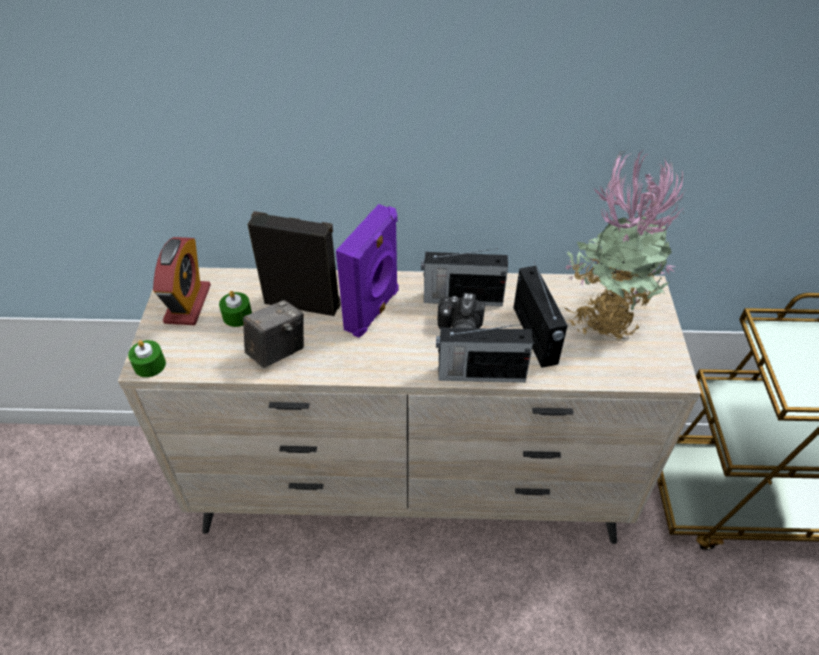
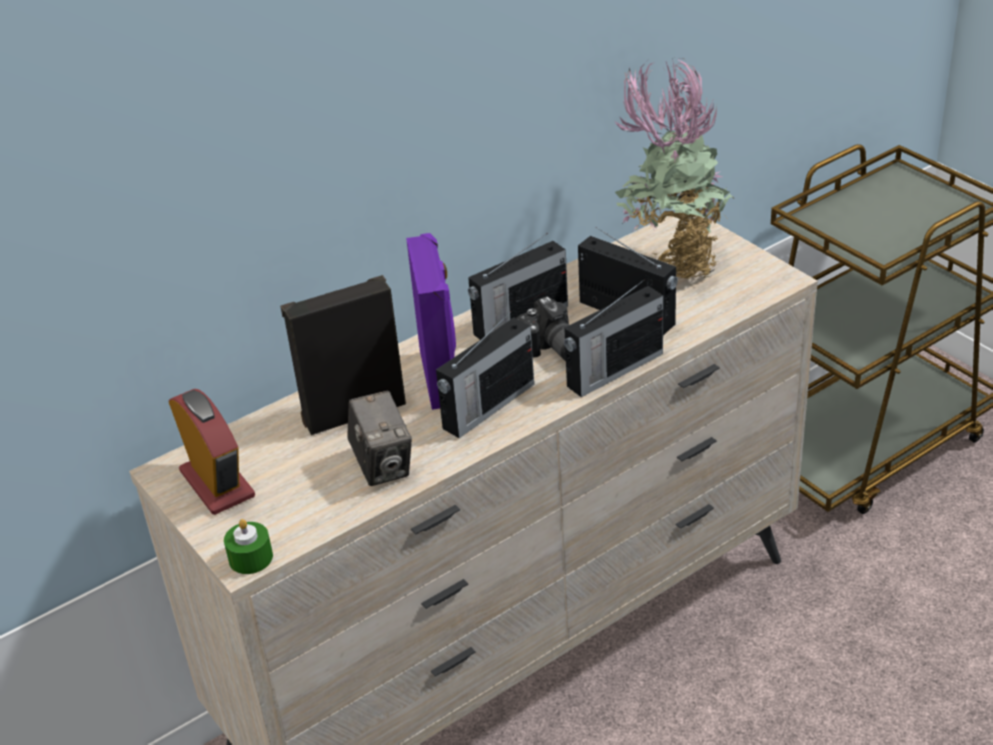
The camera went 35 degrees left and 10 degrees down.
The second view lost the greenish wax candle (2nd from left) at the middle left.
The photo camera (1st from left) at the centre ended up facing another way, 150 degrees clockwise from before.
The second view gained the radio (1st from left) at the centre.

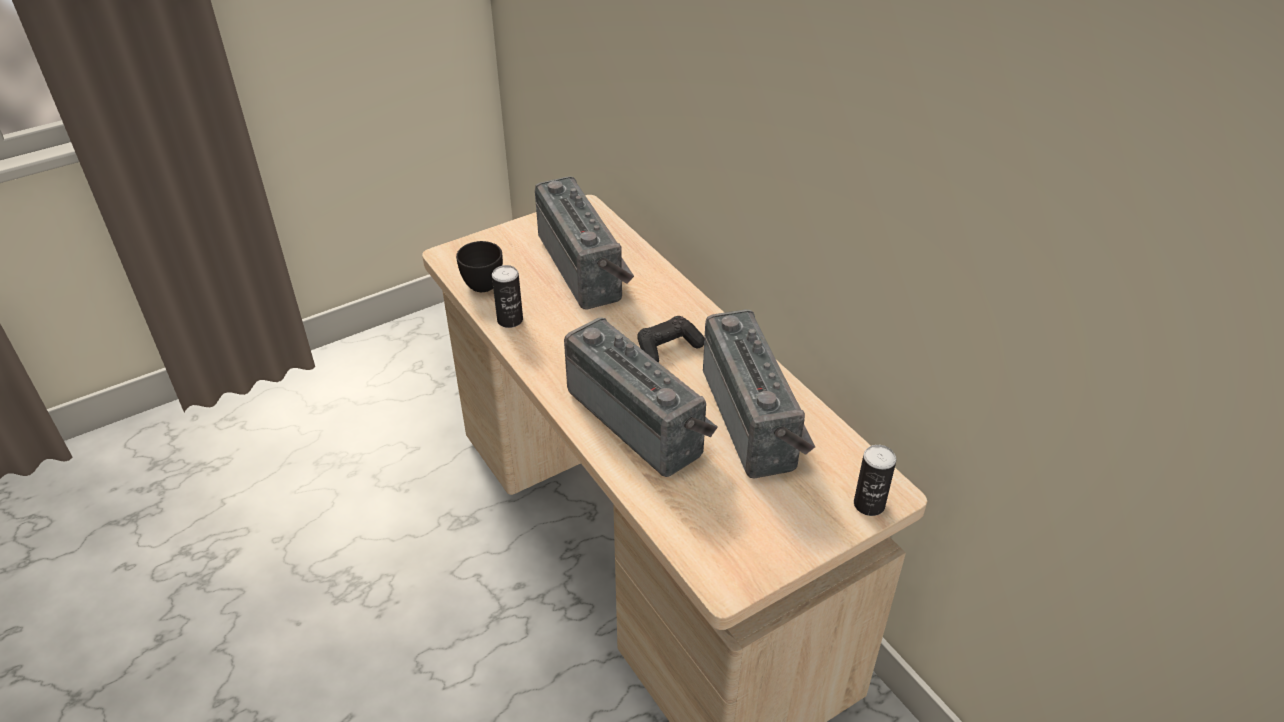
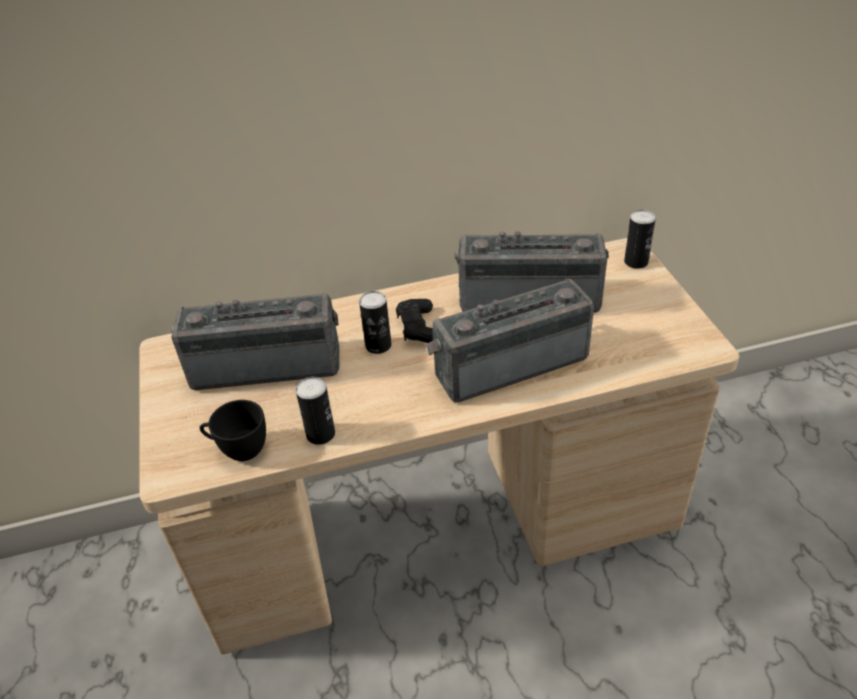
The camera went 70 degrees left and 0 degrees up.
The second view gained the sealed can (2nd from left) at the centre.

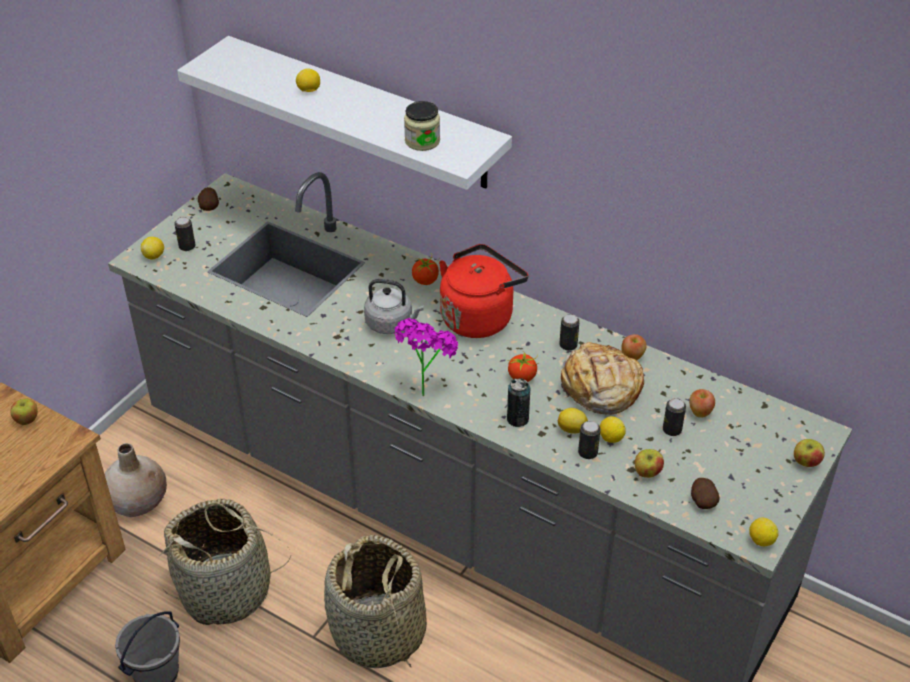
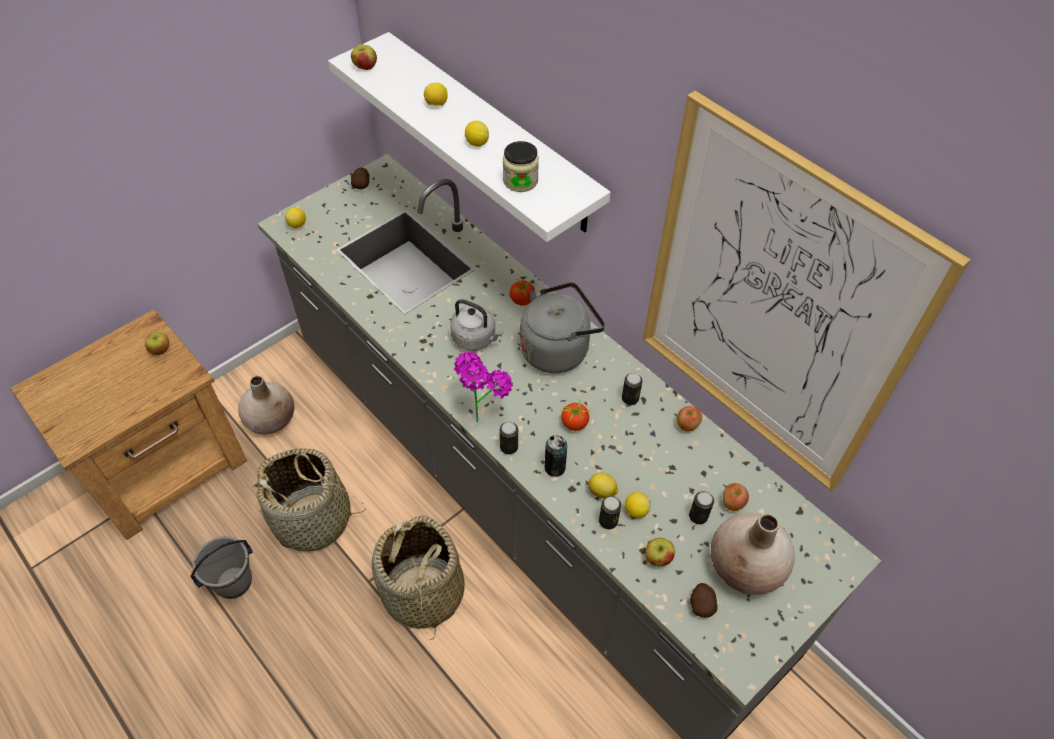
The camera went 15 degrees right and 10 degrees up.
The sealed can (1st from left) ended up elsewhere, having gone from the middle left to the centre.
What was the red water kettle at the centre turned into the greyish water kettle (2nd from left) at the centre.
The second view lost the bakery bread at the centre.
The apple fruit (5th from left in the first image) ended up elsewhere, having gone from the middle right to the top centre.
The citrus fruit (5th from left in the first image) ended up elsewhere, having gone from the bottom right to the top centre.
The second view gained the wall picture at the middle right.
The second view gained the sand-coloured vase (2nd from left) at the bottom right.

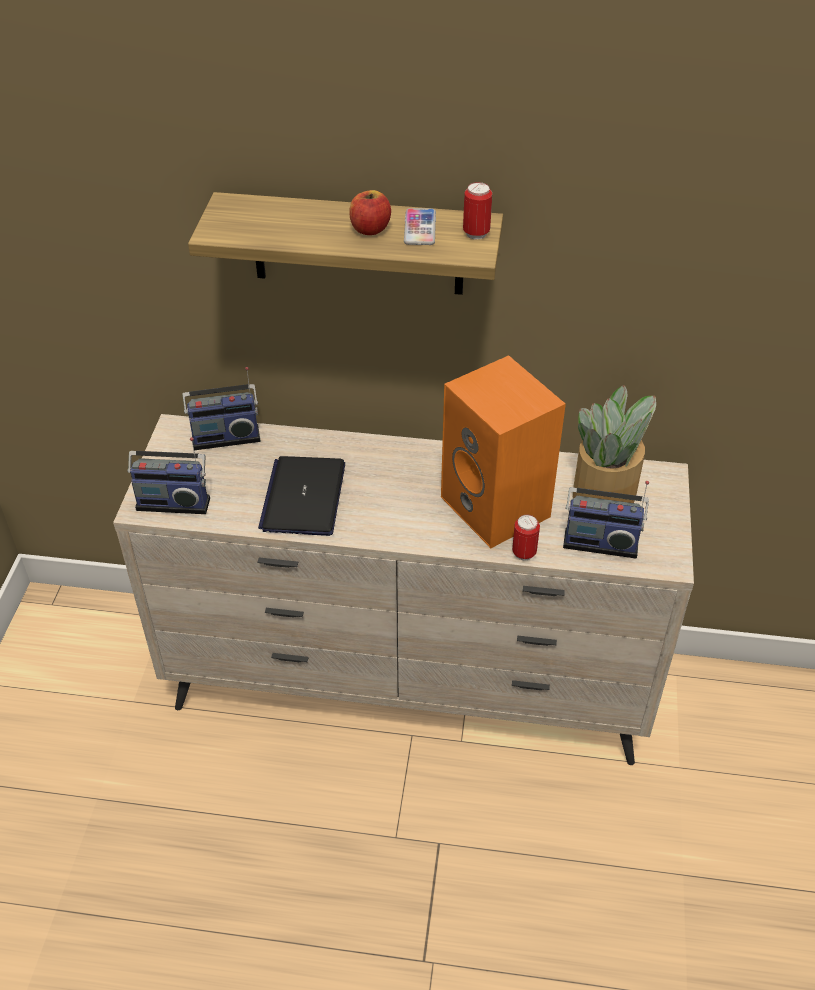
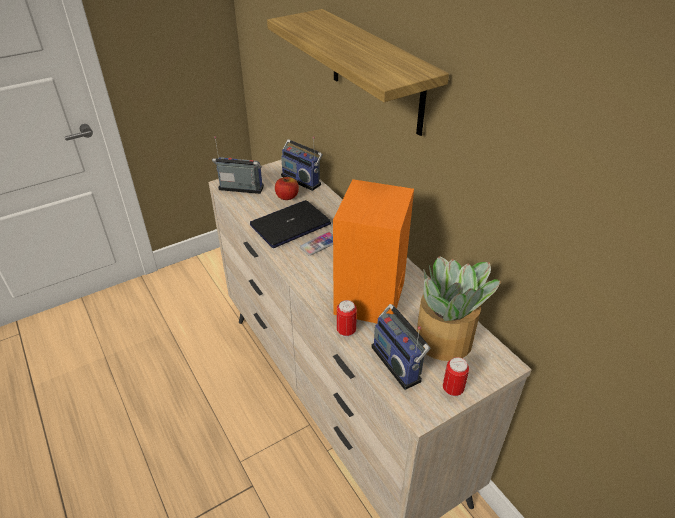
The camera went 50 degrees right and 5 degrees down.
The sealed can (1st from left in the first image) ended up elsewhere, having gone from the top centre to the bottom right.
The apple fruit ended up elsewhere, having gone from the top centre to the centre.
The telephone ended up elsewhere, having gone from the top centre to the centre.
The radio (1st from left) at the middle left ended up facing another way, 135 degrees clockwise from before.

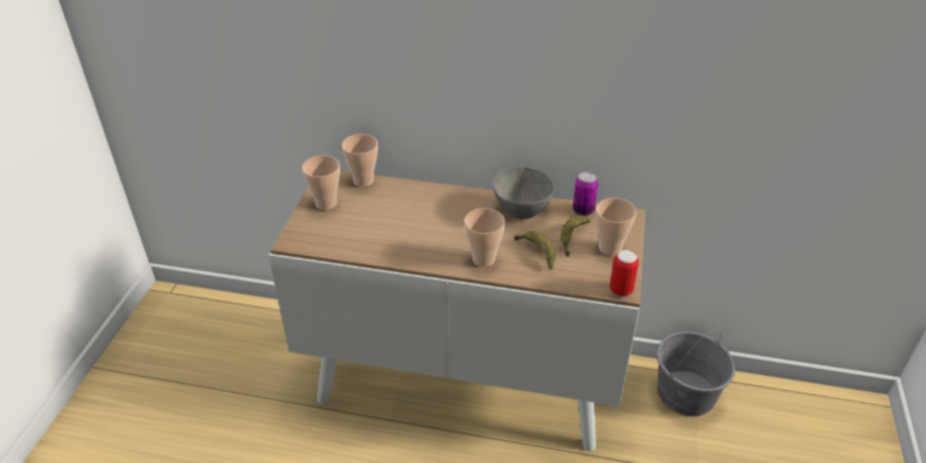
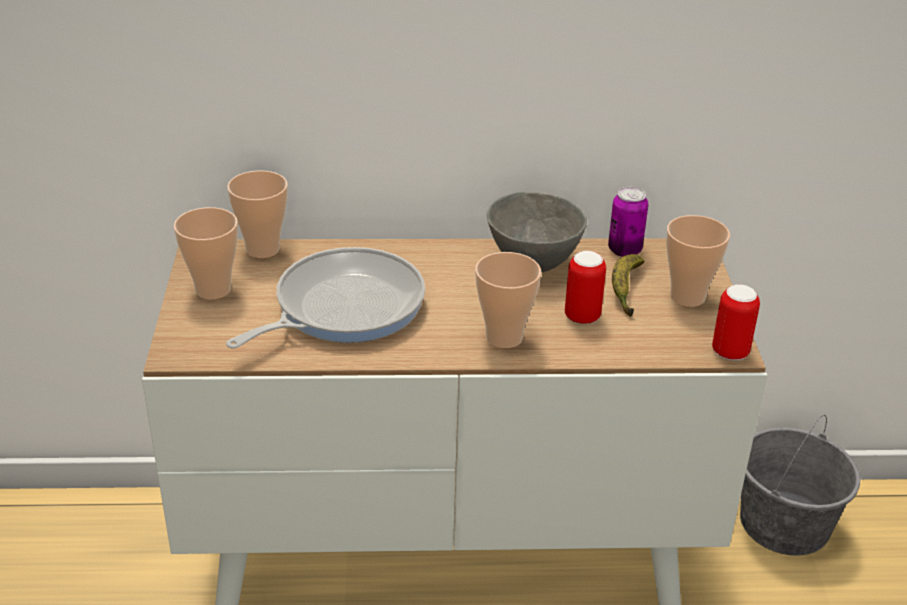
The camera went 15 degrees left and 5 degrees down.
Where the banana (1st from left) stood at the centre, the sealed can (1st from left) came to stand at the centre.
The second view gained the skillet at the centre.

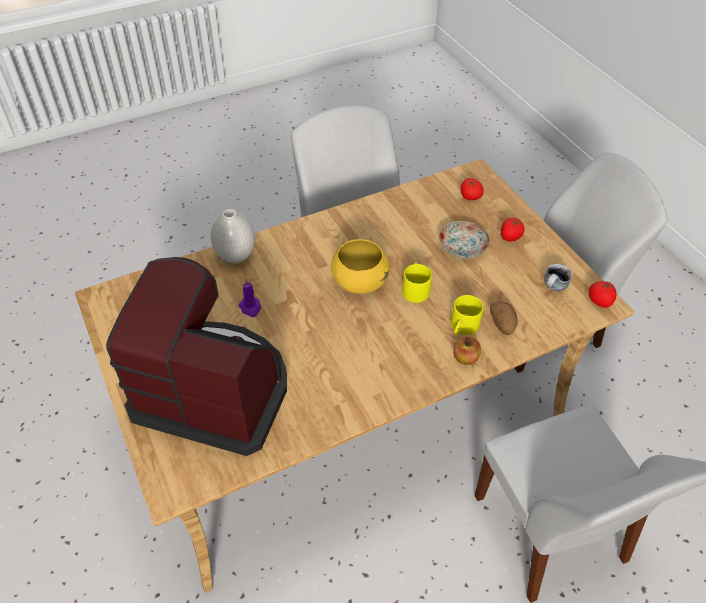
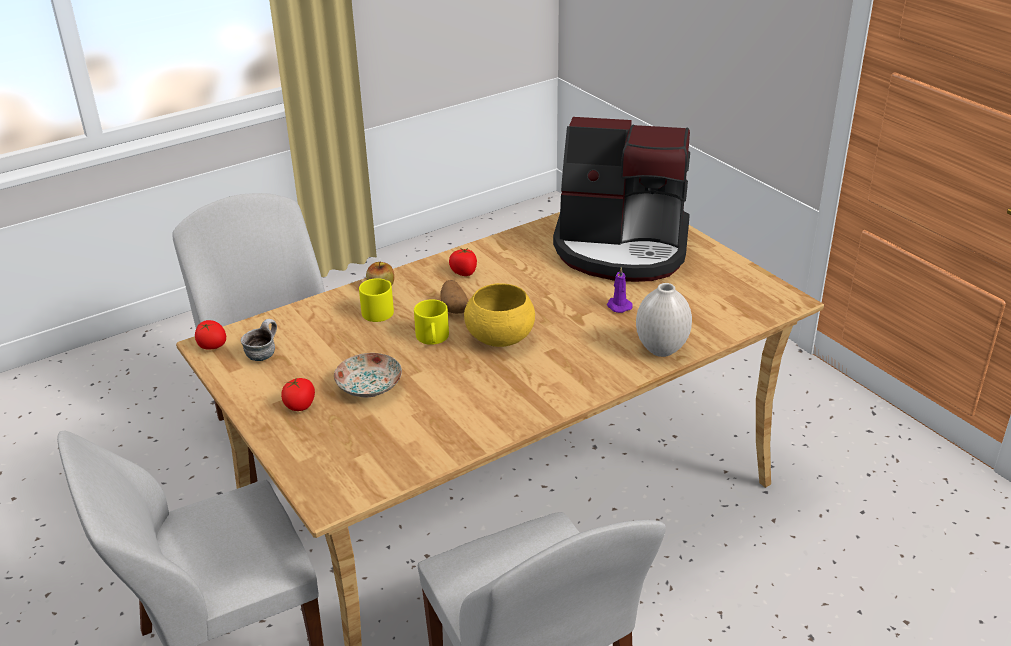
The camera went 175 degrees right and 15 degrees down.
The tomato (1st from left in the first image) ended up elsewhere, having gone from the top right to the centre.
The spud ended up elsewhere, having gone from the middle right to the centre.

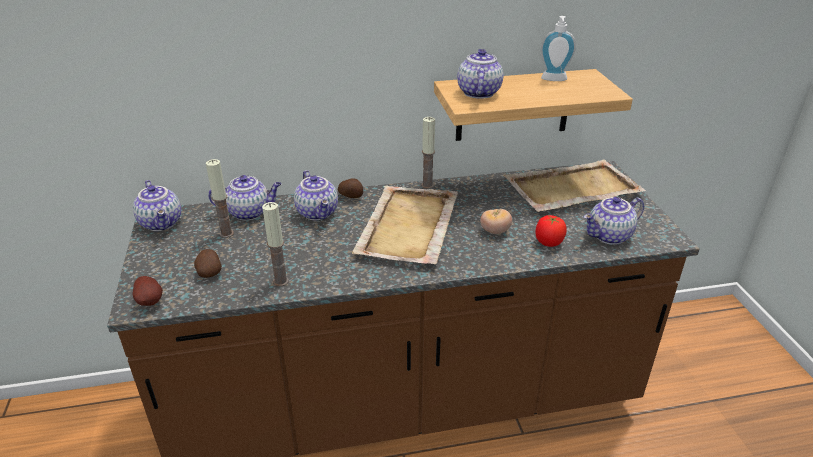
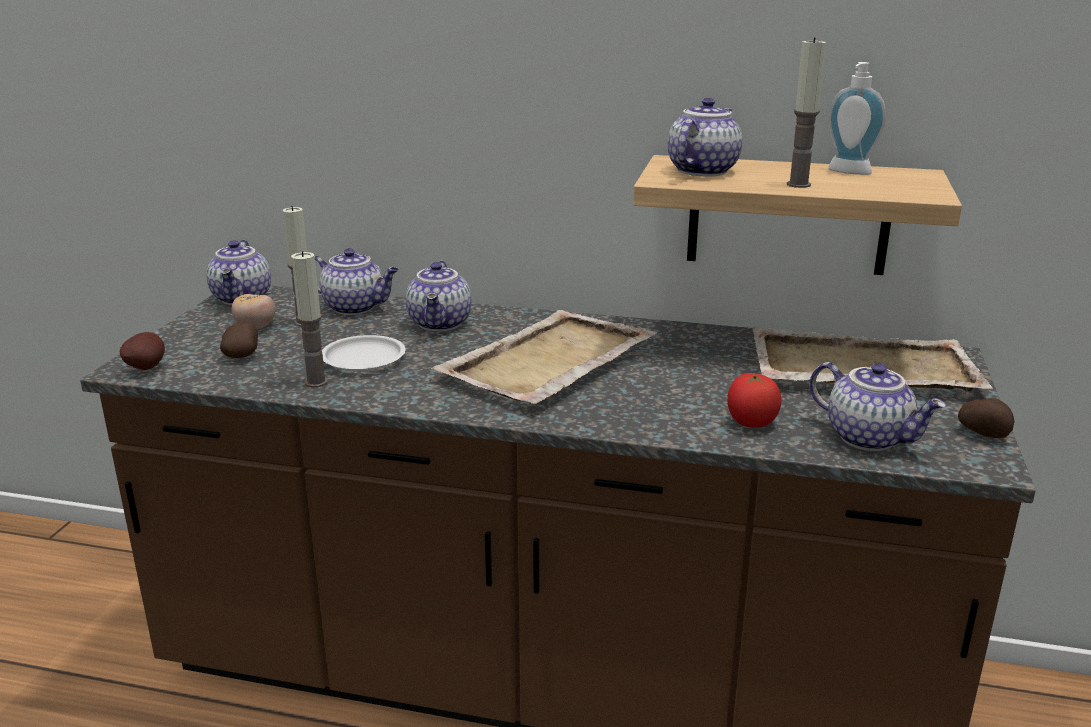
The camera went 25 degrees right and 10 degrees down.
The wax candle (3rd from left) ended up elsewhere, having gone from the centre to the top right.
The spud (3rd from left) ended up elsewhere, having gone from the centre to the middle right.
The teapot (5th from left) at the middle right ended up facing another way, 135 degrees counterclockwise from before.
The tomato (1st from left) ended up elsewhere, having gone from the centre to the middle left.
The second view gained the whitish plate at the centre.

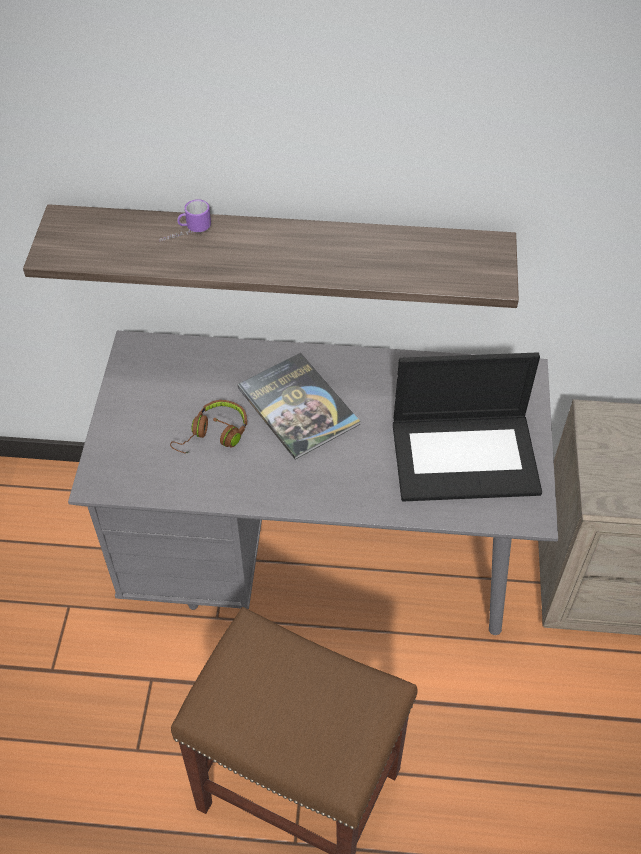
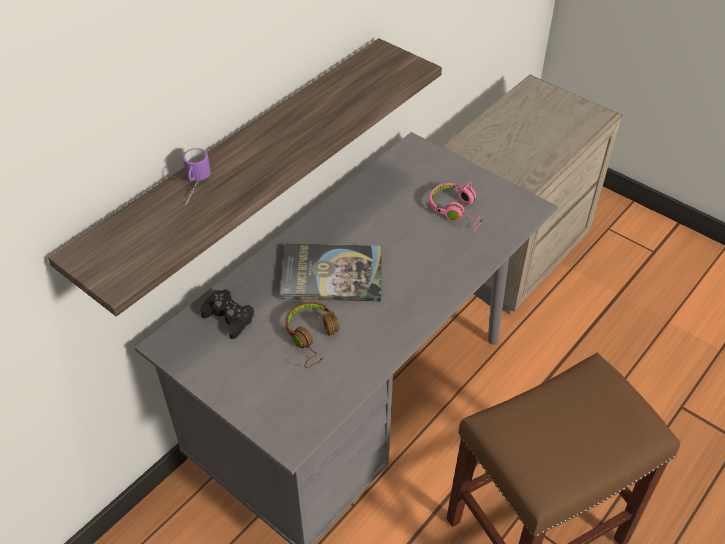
The camera went 55 degrees left and 5 degrees down.
Where the laptop stood at the middle right, the pink headphones came to stand at the centre.
The second view gained the black joypad at the middle left.

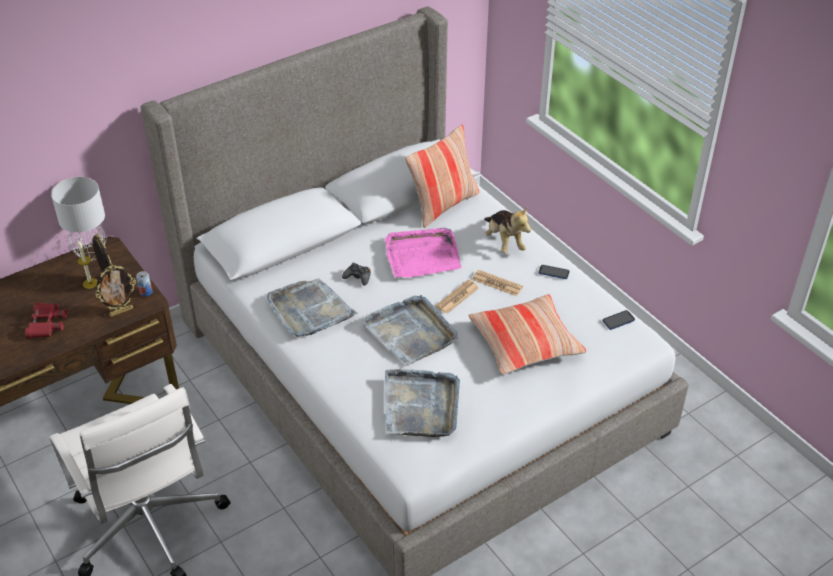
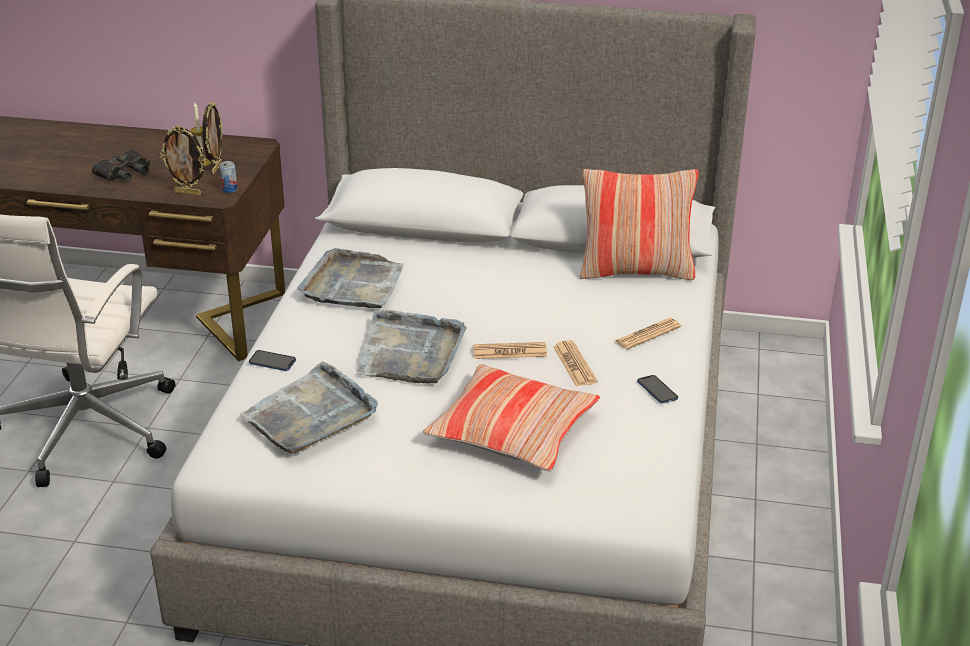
The camera went 45 degrees right and 10 degrees down.
The second view lost the greyish lamp for a table at the middle left.
Where the cuddly toy stood at the centre, the daily paper (3rd from left) came to stand at the middle right.
The second view lost the pink tray at the centre.
The second view lost the black joypad at the centre.
What was the red field glasses at the middle left turned into the black field glasses at the top left.
The telephone (2nd from left in the first image) ended up elsewhere, having gone from the middle right to the middle left.

